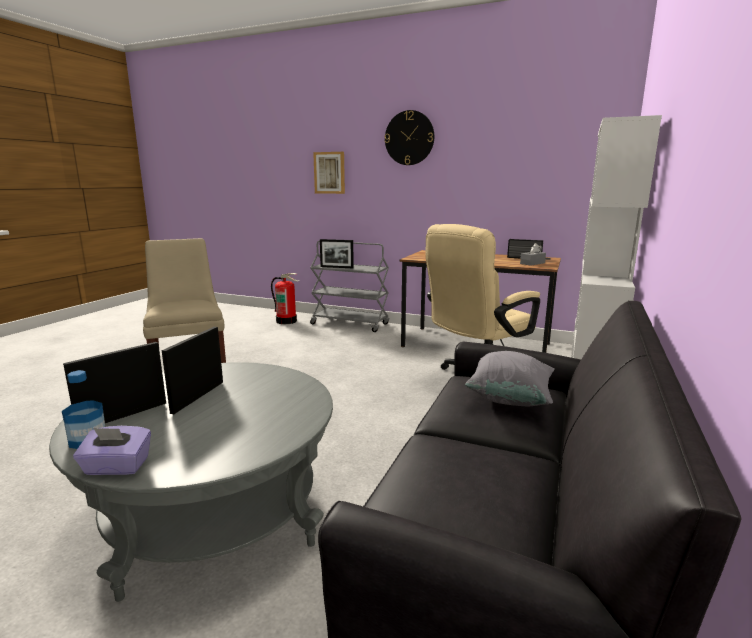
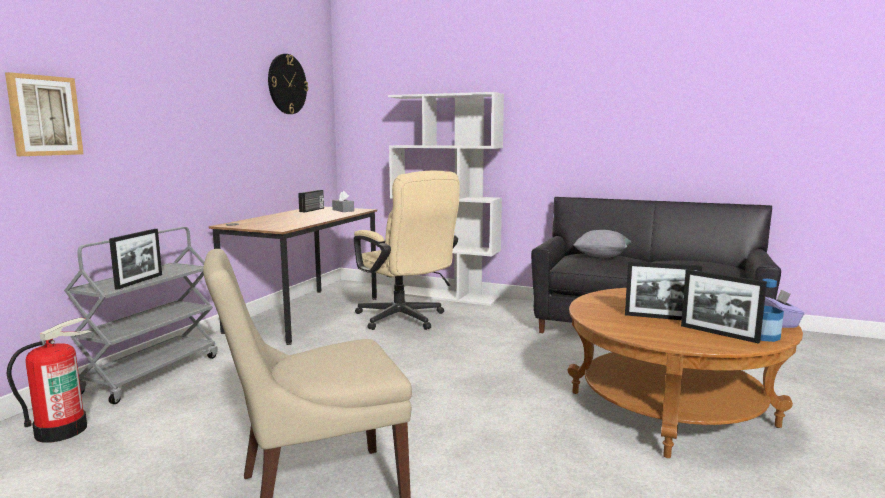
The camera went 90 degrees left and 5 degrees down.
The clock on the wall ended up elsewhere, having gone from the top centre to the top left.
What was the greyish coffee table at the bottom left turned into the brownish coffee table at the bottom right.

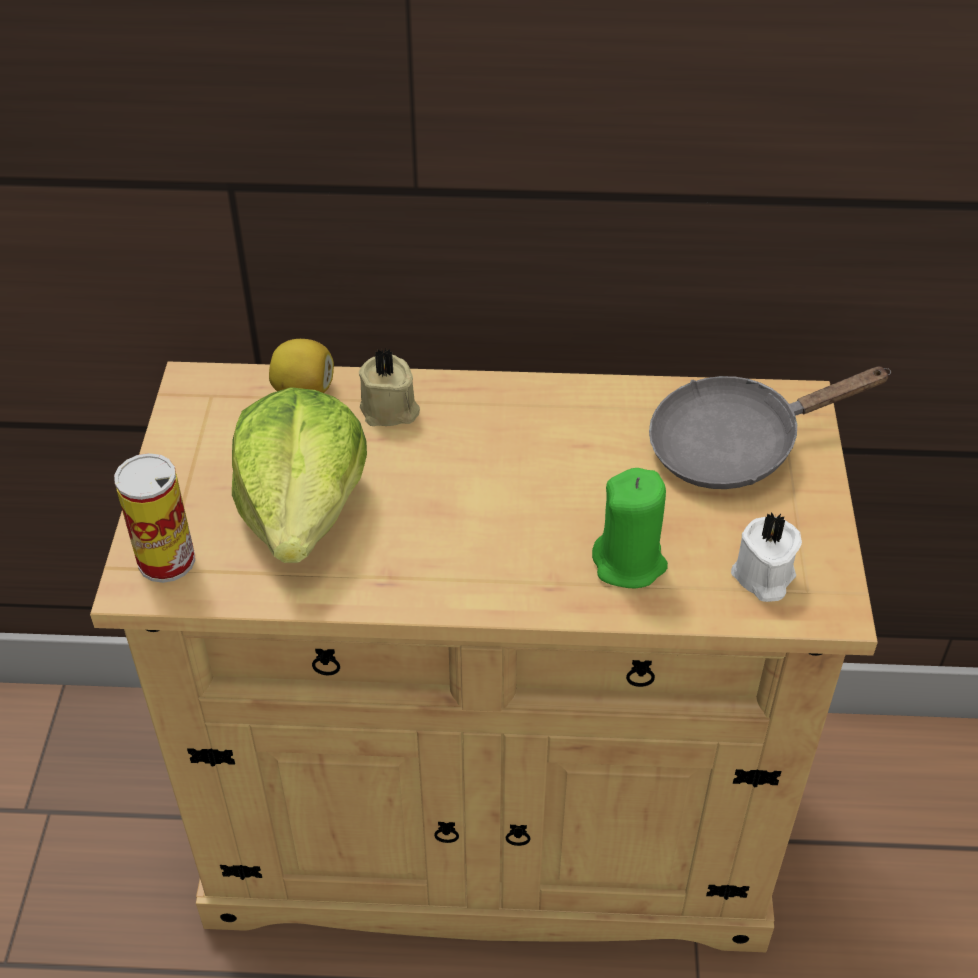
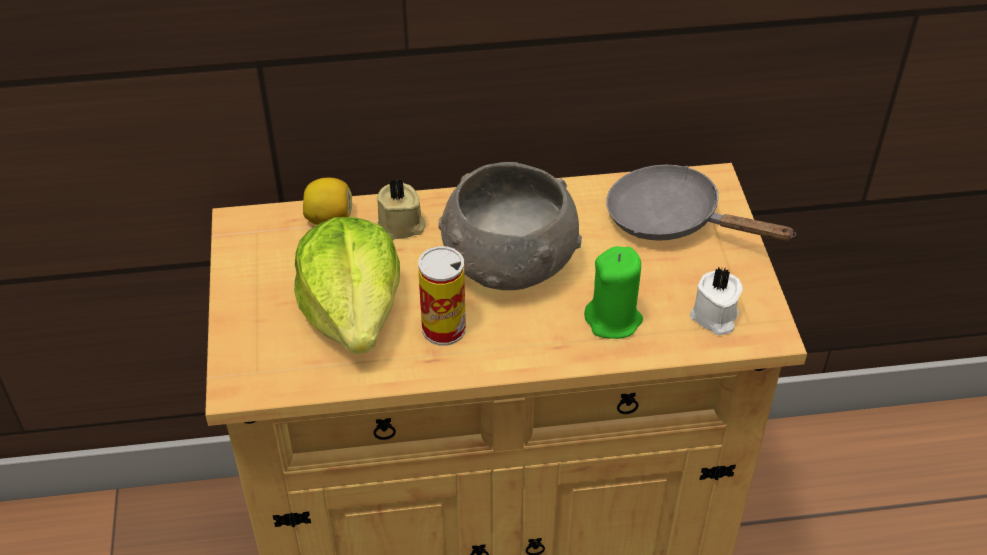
The camera went 10 degrees left and 0 degrees up.
The greyish skillet at the middle right ended up facing another way, 60 degrees clockwise from before.
The sealed can ended up elsewhere, having gone from the middle left to the centre.
The second view gained the greyish serving bowl at the centre.

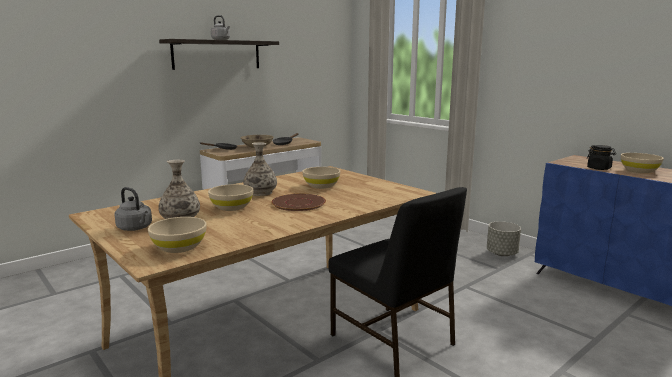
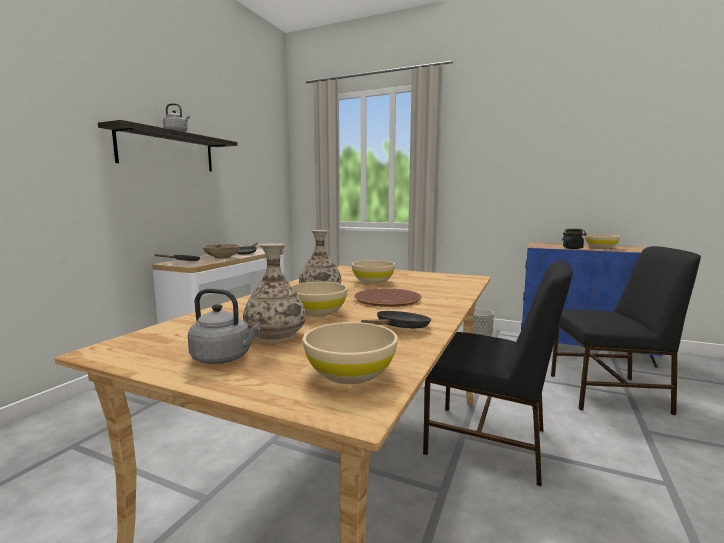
The camera went 25 degrees left and 5 degrees down.
The second view gained the black plain chair (2nd from left) at the middle right.
The second view gained the black skillet (3rd from left) at the centre.

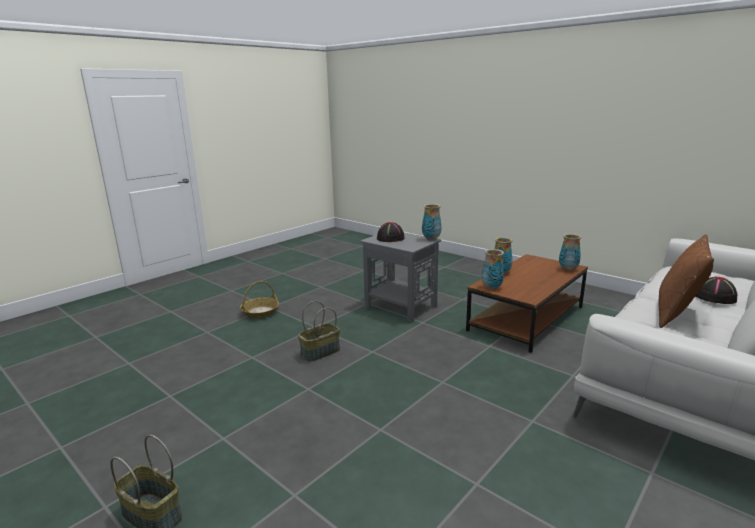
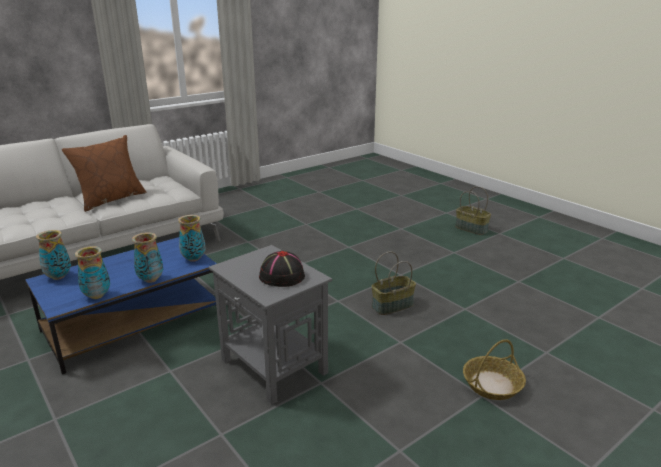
The camera went 170 degrees left and 5 degrees up.
The vase (1st from left in the first image) ended up elsewhere, having gone from the centre to the middle left.
What was the brownish coffee table at the middle right turned into the bluish coffee table at the middle left.
The second view lost the black hat (2nd from left) at the middle right.

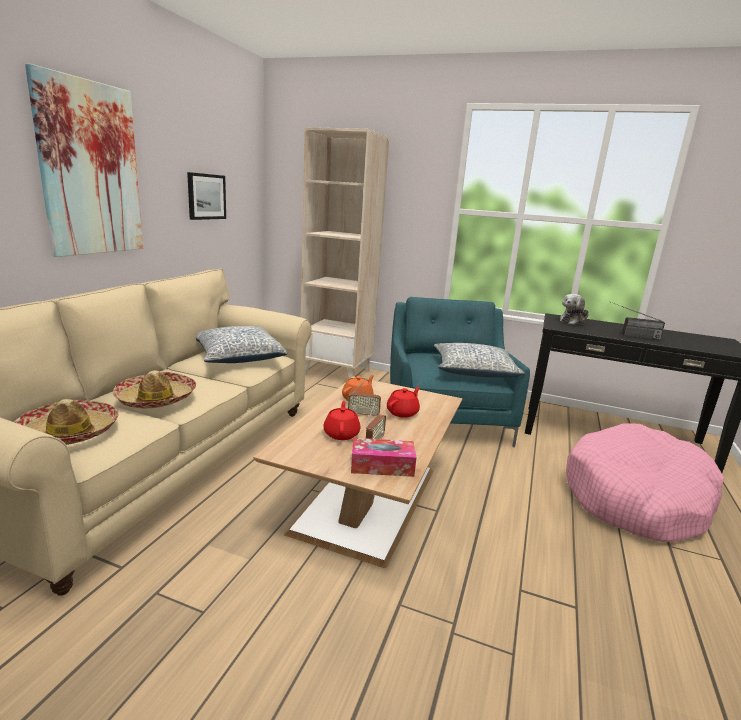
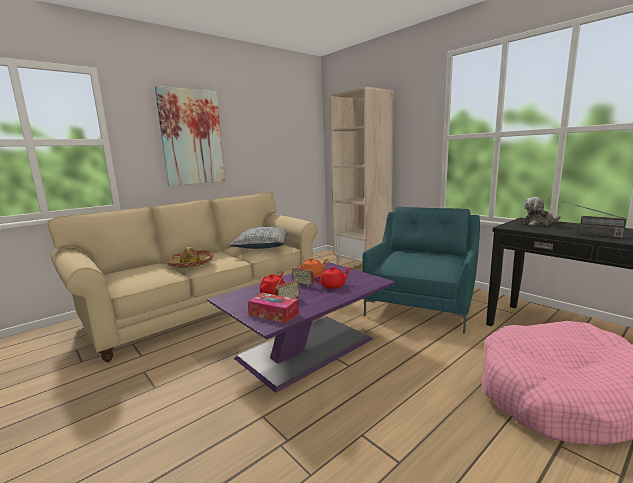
The camera went 30 degrees right and 5 degrees down.
The second view lost the wall picture (2nd from left) at the top left.
The second view lost the throw pillow (2nd from left) at the centre.
What was the brownish coffee table at the centre turned into the purple coffee table at the bottom centre.
The second view lost the hat (1st from left) at the middle left.

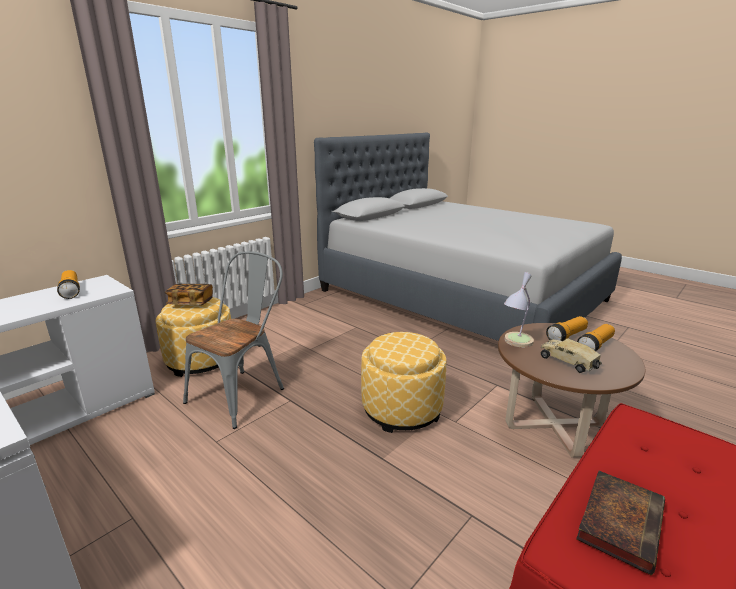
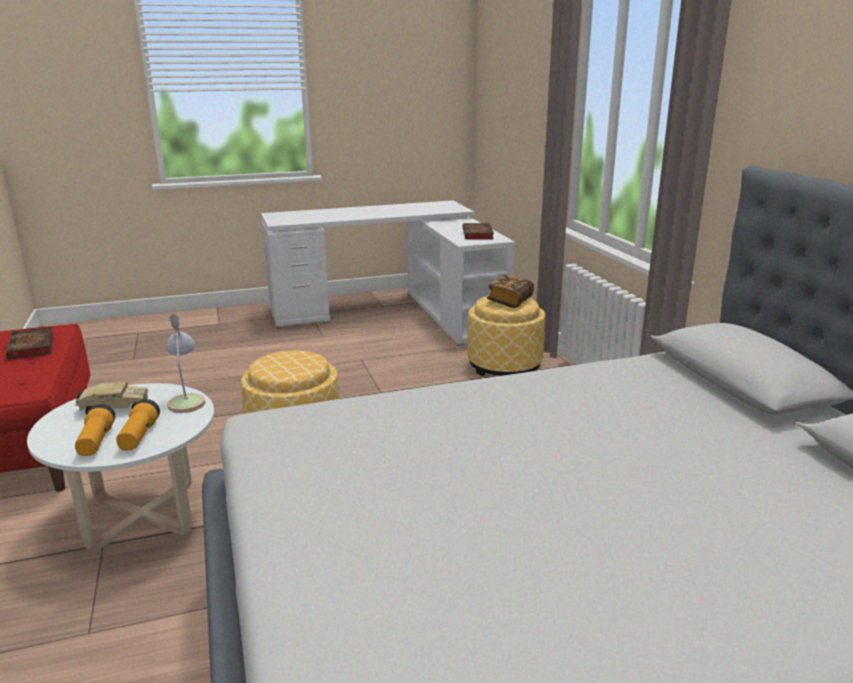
The camera went 120 degrees right and 0 degrees up.
The second view lost the greyish plain chair at the middle left.
Where the torch (1st from left) stood at the middle left, the bound book (2nd from left) came to stand at the centre.
What was the brownish coffee table at the middle right turned into the whitish coffee table at the bottom left.

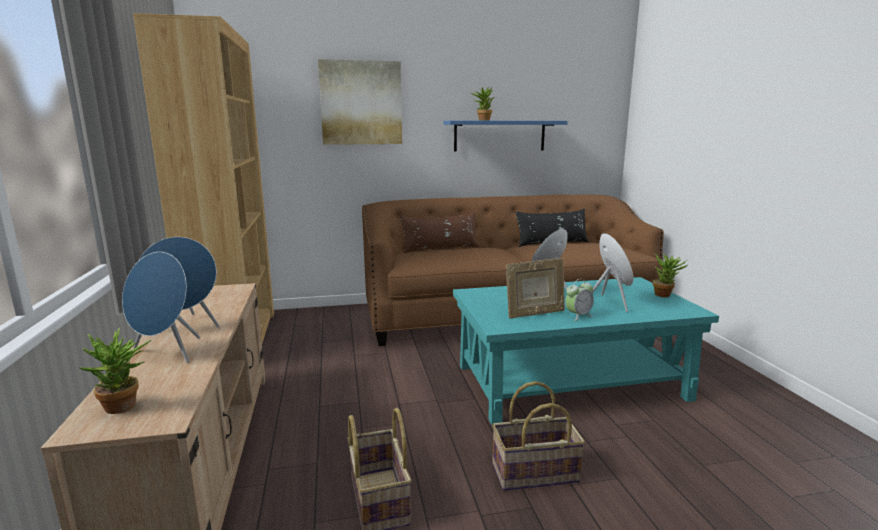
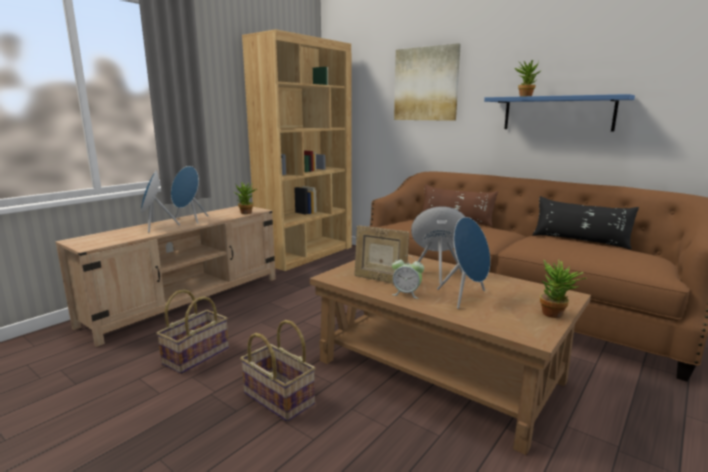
The camera went 50 degrees right and 0 degrees up.
What was the blue-green coffee table at the middle right turned into the brownish coffee table at the bottom centre.
The plant in a pot (1st from left) ended up elsewhere, having gone from the bottom left to the centre.

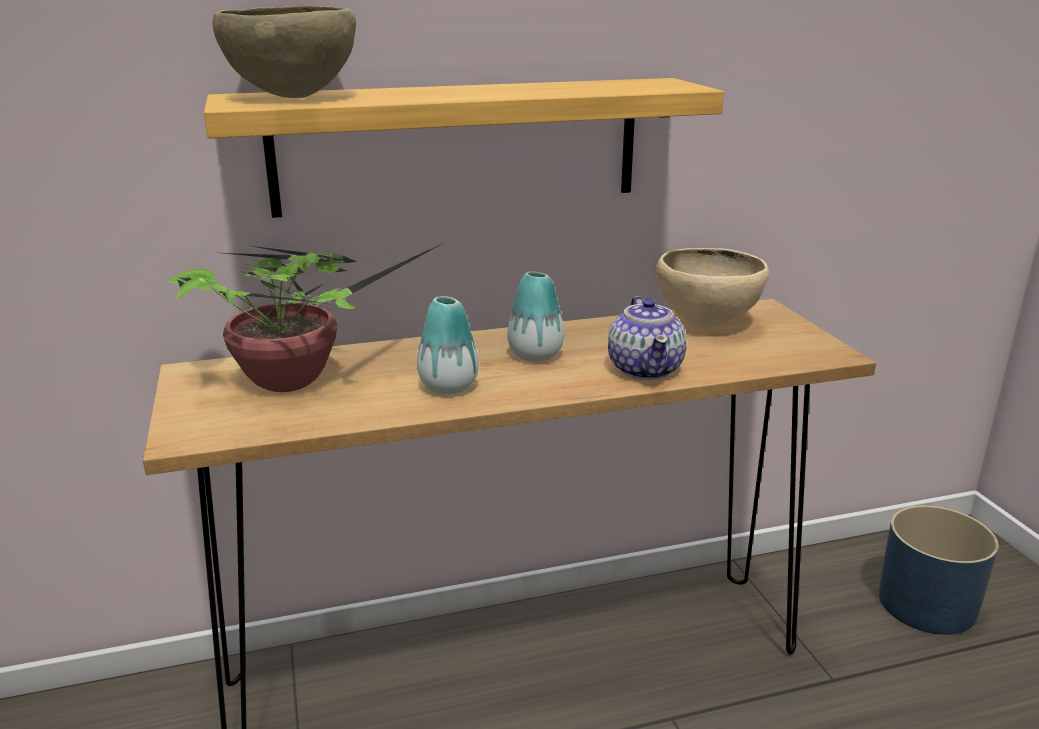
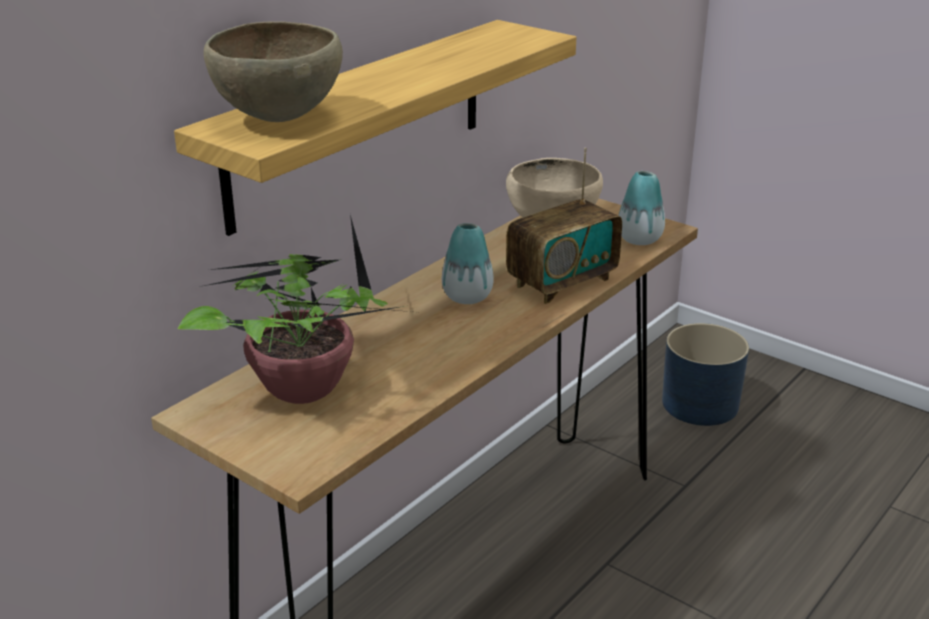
The camera went 35 degrees left and 5 degrees up.
The vase (1st from left in the first image) ended up elsewhere, having gone from the centre to the middle right.
Where the teapot stood at the centre, the radio came to stand at the centre.

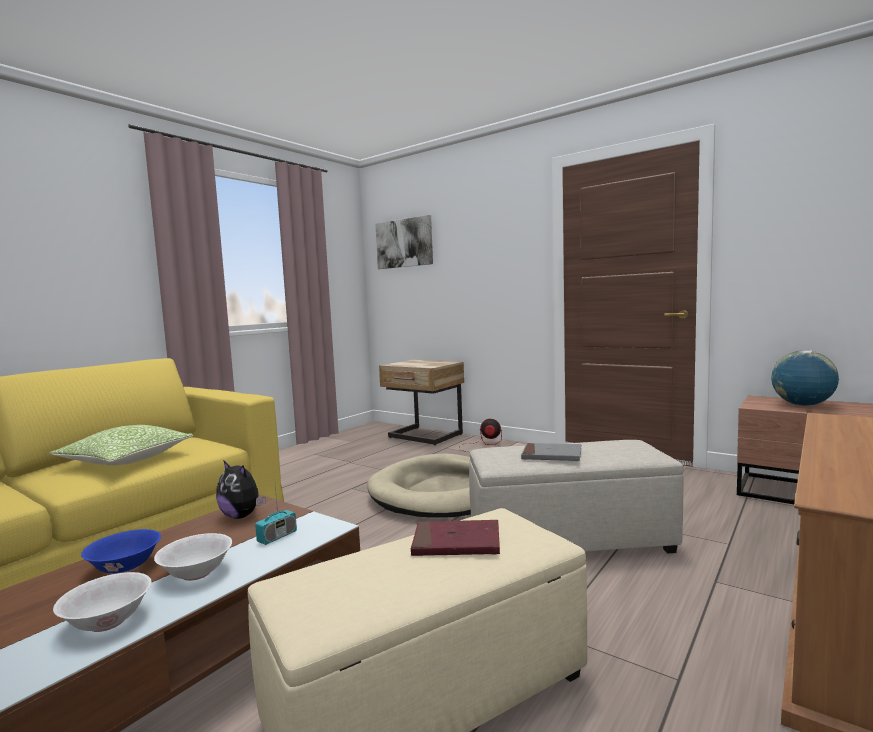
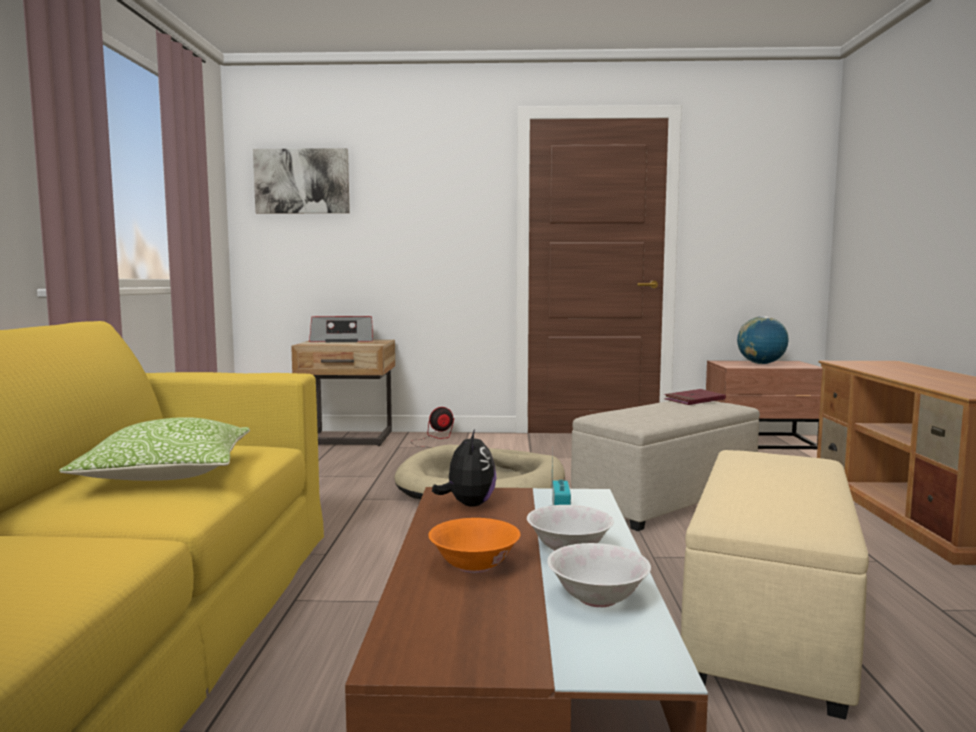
The camera went 35 degrees left and 0 degrees up.
The second view lost the greyish bound book at the centre.
The cuddly toy at the bottom left ended up facing another way, 90 degrees counterclockwise from before.
The red bound book ended up elsewhere, having gone from the bottom centre to the middle right.
What was the bluish serving bowl at the bottom left turned into the orange-coloured serving bowl at the bottom centre.
The second view gained the radio (1st from left) at the centre.

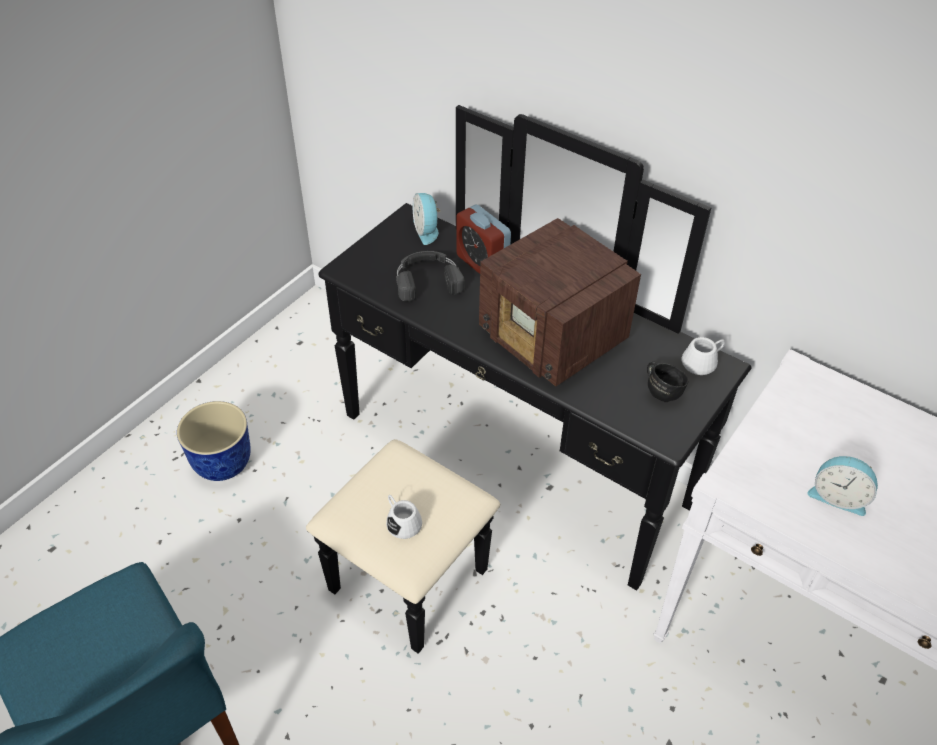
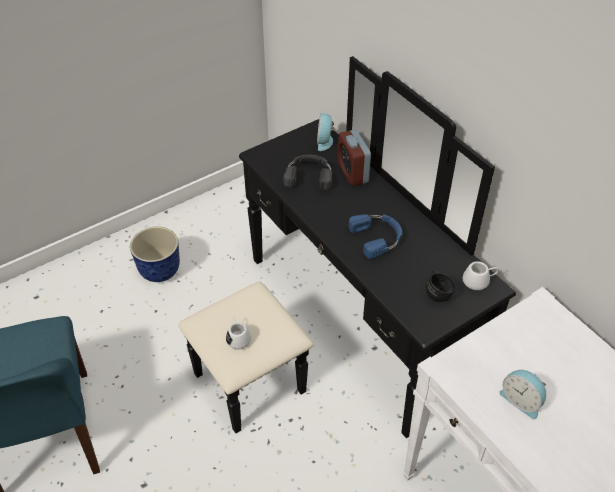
The camera went 20 degrees right and 0 degrees up.
Where the radio stood at the centre, the bluish headphones came to stand at the centre.

